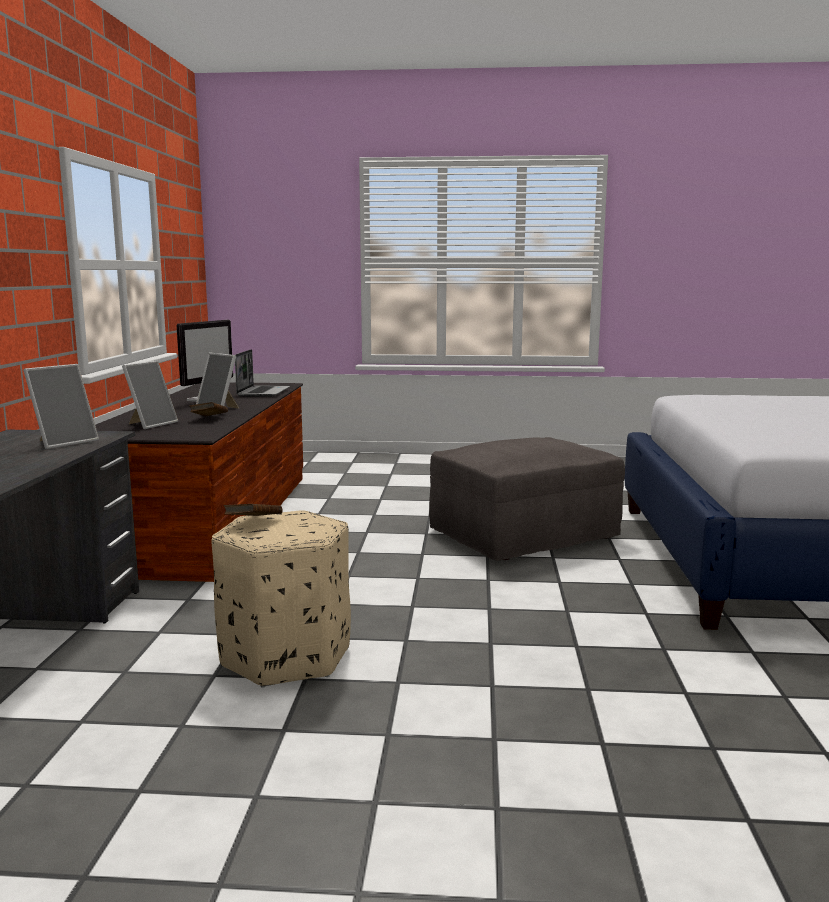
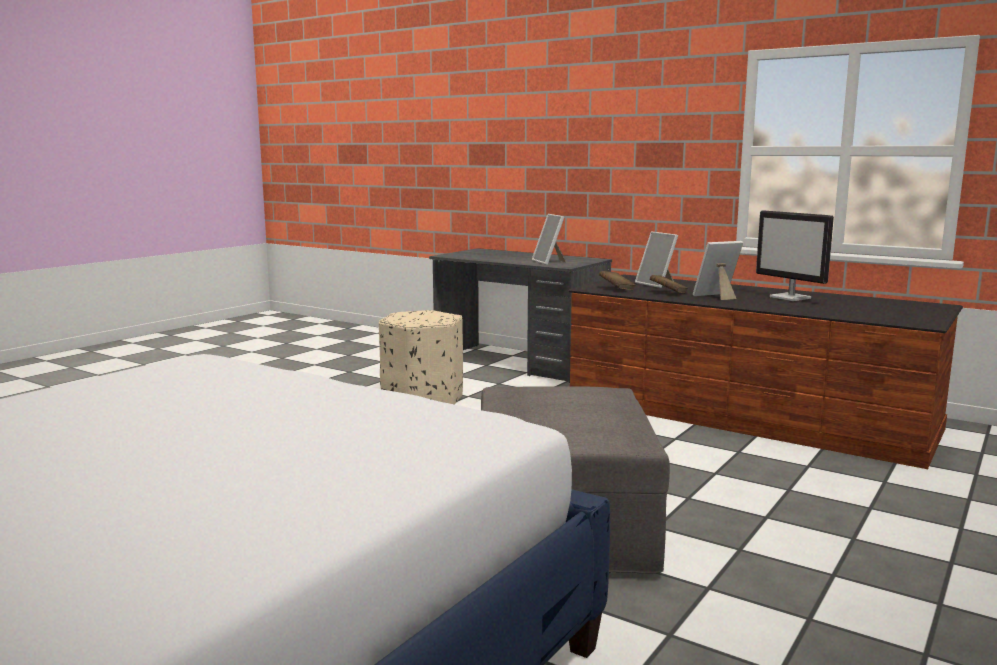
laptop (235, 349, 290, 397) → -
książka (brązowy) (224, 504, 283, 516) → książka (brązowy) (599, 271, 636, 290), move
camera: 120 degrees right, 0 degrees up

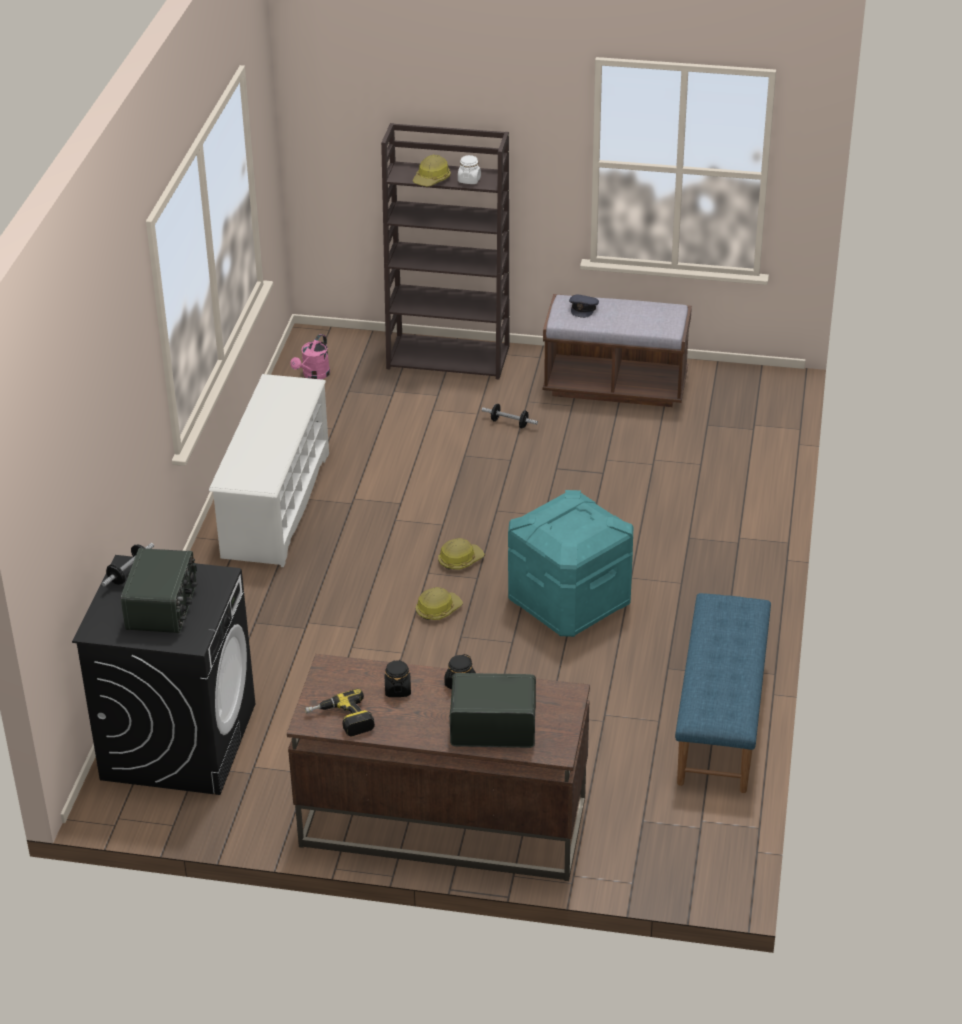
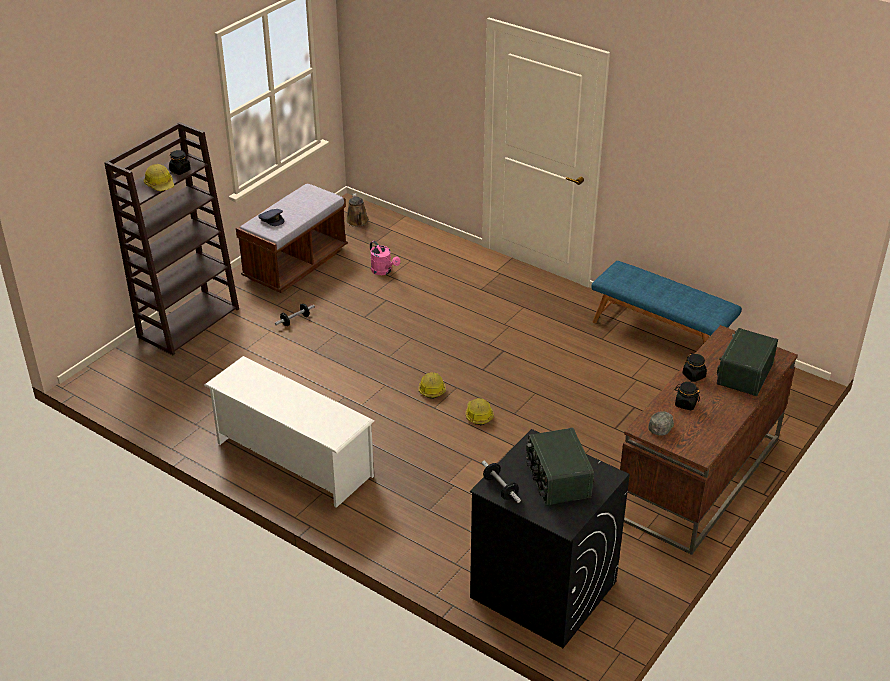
wiertarka (305, 689, 375, 737) → -
pojemnik do przechowywania (turkusowy) (508, 490, 633, 637) → -
- → konewka (brązowy) (346, 193, 369, 227)
- → czapka z daszkiem (szary) (648, 411, 674, 436)
konewka (różowy) (290, 334, 330, 379) → konewka (różowy) (370, 241, 401, 275), move
słoik (biały) (458, 155, 481, 184) → słoik (czarny) (169, 150, 191, 175)
radio (121, 548, 197, 633) → radio (526, 428, 594, 506), 135 degrees counterclockwise
camera: 65 degrees left, 0 degrees up

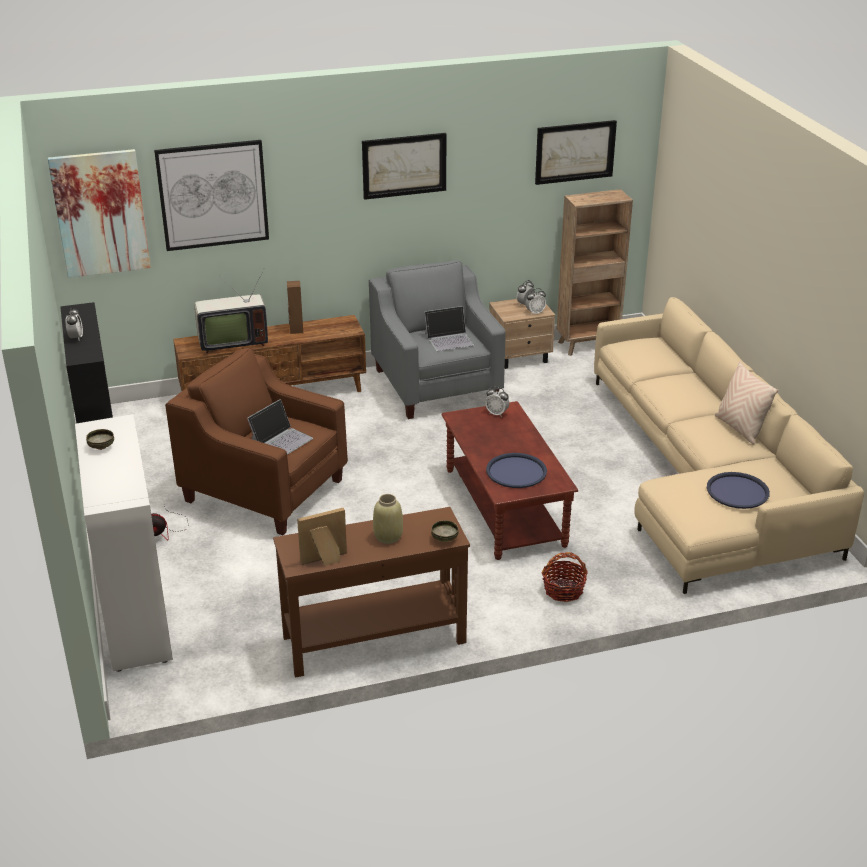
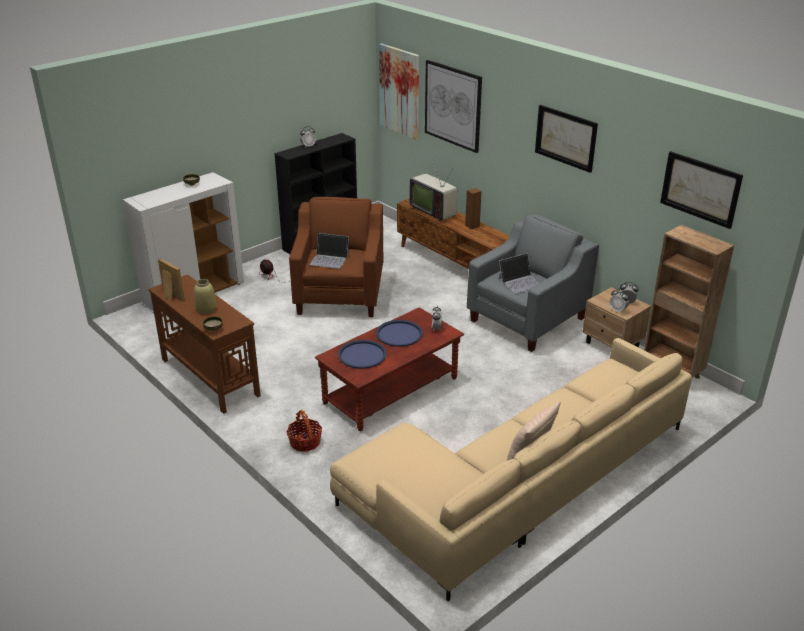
taca (niebieski) (707, 472, 770, 509) → taca (niebieski) (376, 320, 423, 347), move
laptop (424, 306, 474, 351) → laptop (498, 253, 540, 293), 75 degrees counterclockwise
camera: 65 degrees right, 0 degrees up

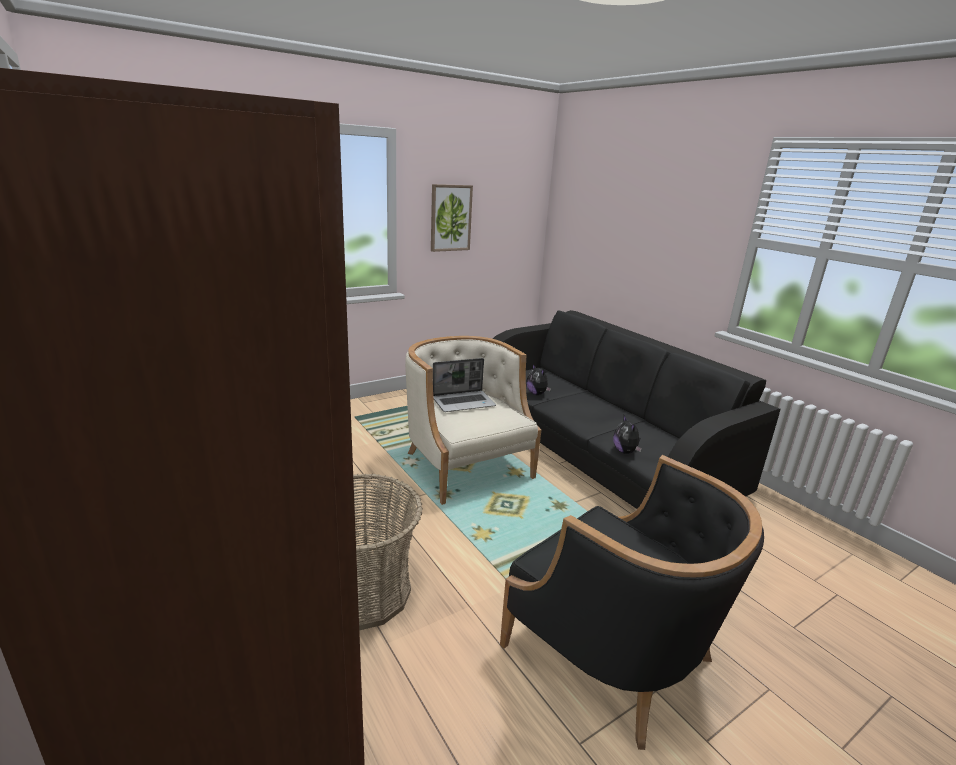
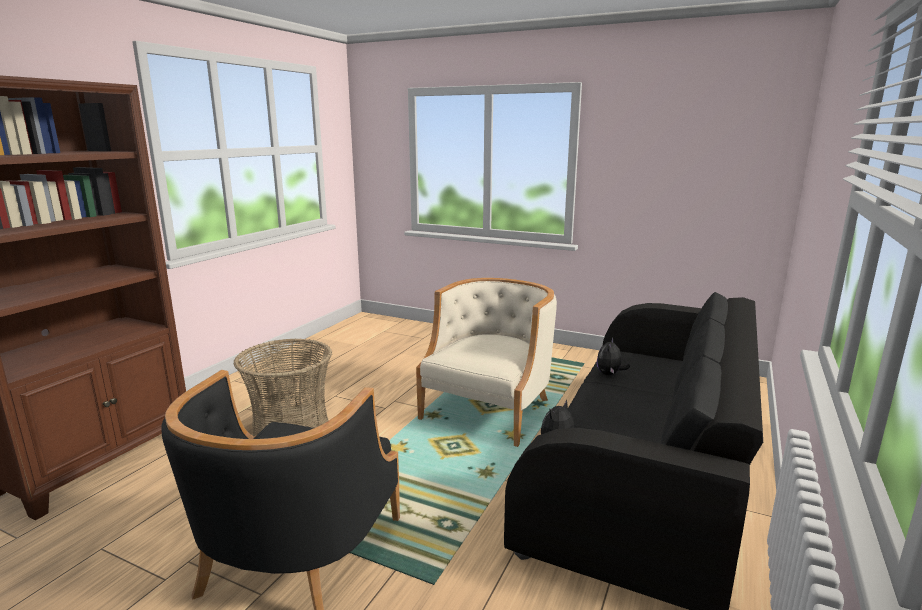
obraz (431, 184, 473, 252) → -
laptop (433, 358, 496, 412) → -
camera: 60 degrees right, 5 degrees down

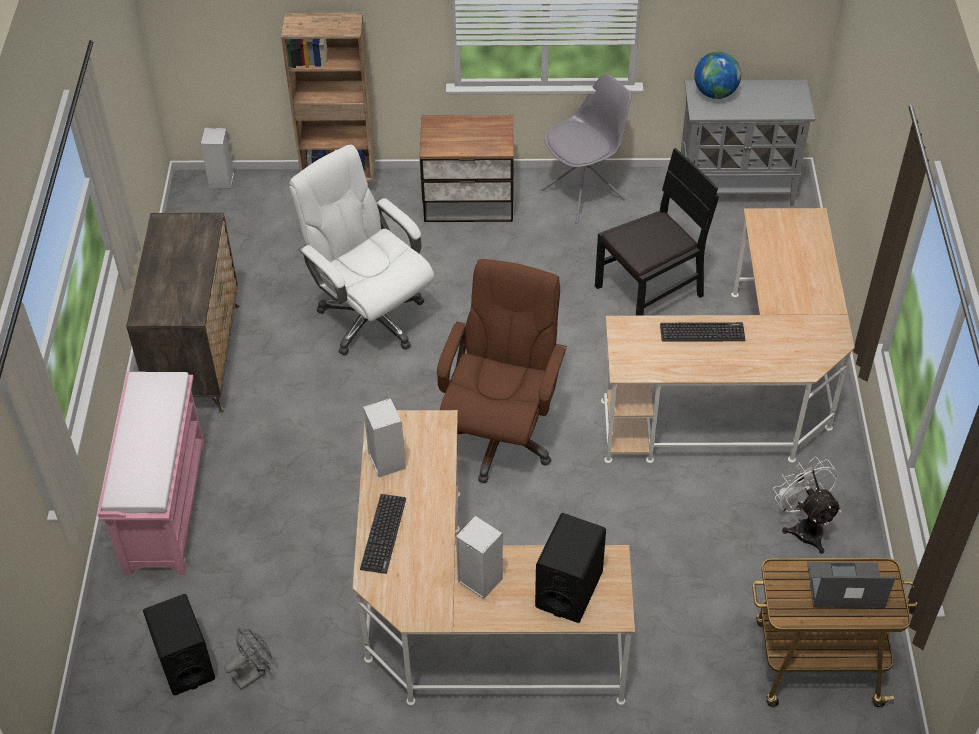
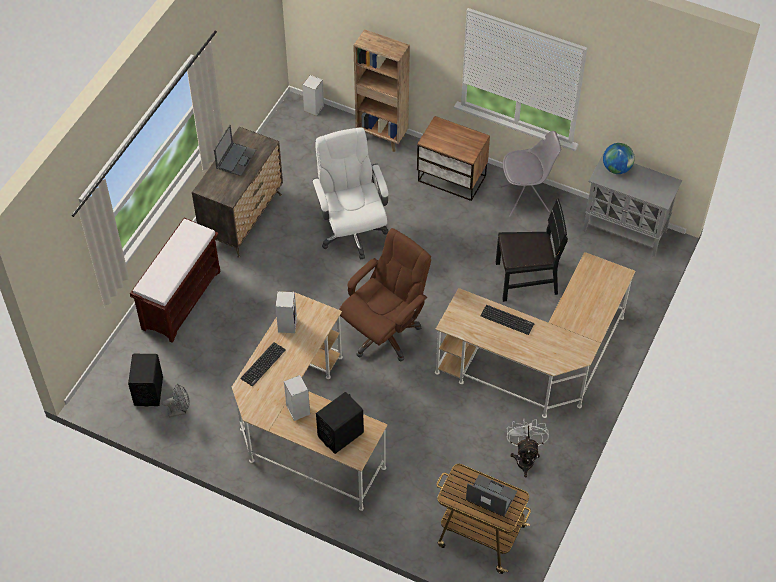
- → laptop (214, 124, 256, 176)
ławka (różowy) (98, 372, 205, 575) → ławka (brązowy) (130, 218, 221, 343)
camera: 25 degrees right, 5 degrees up

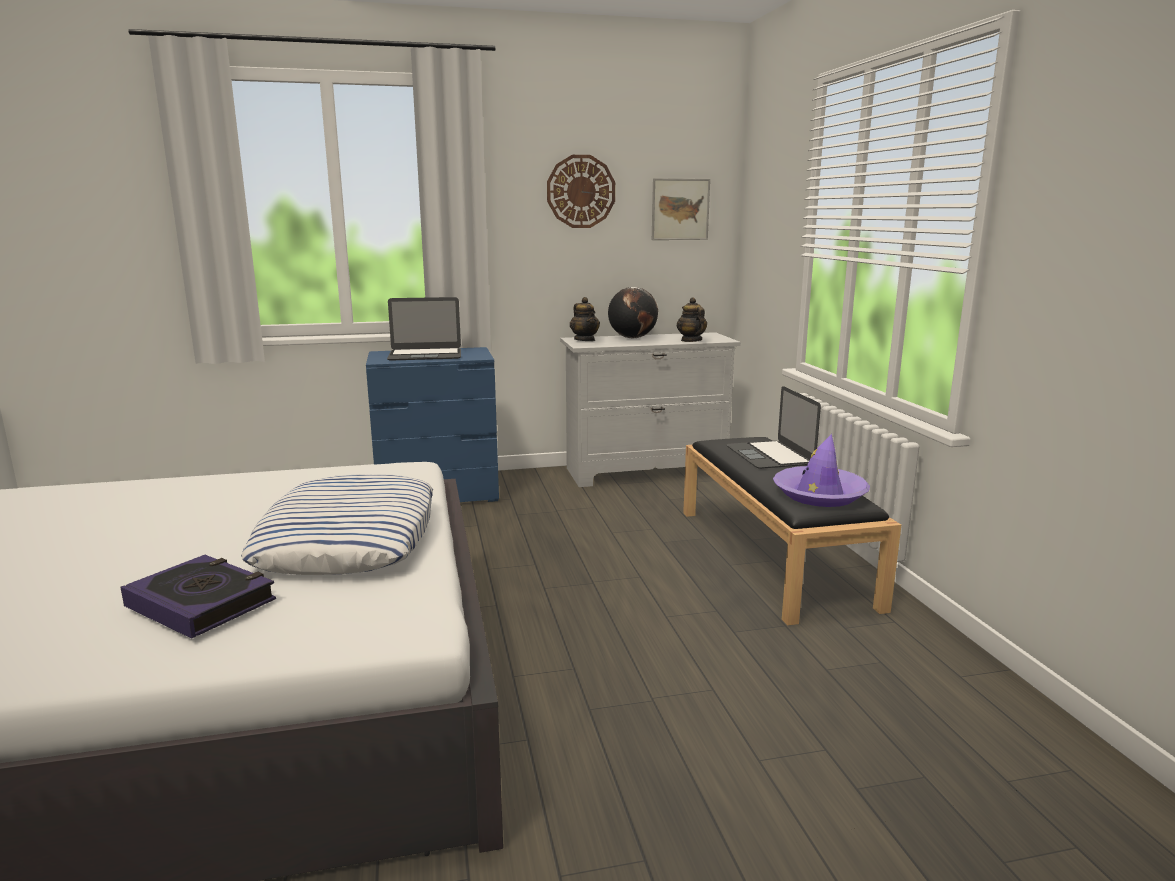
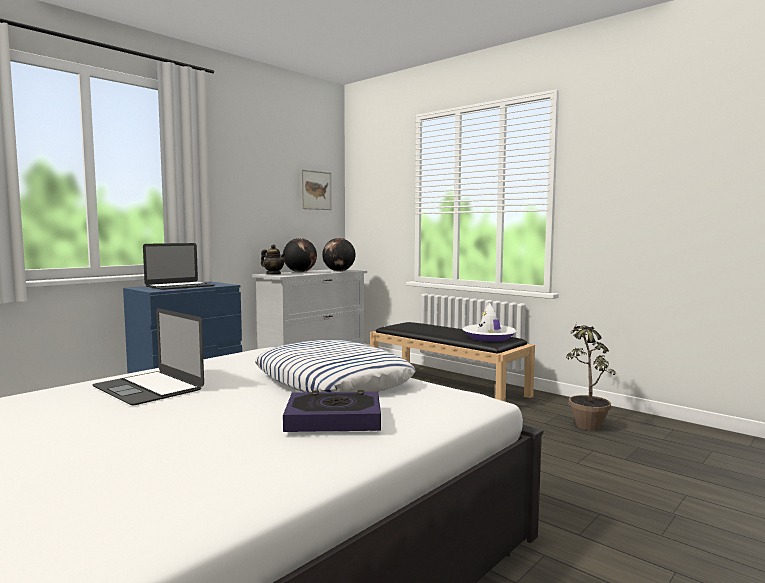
zegar ścienny (547, 155, 615, 228) → -
- → roślina doniczkowa (566, 323, 616, 431)
laptop (726, 386, 821, 469) → laptop (92, 308, 204, 405), move
imbryk (677, 297, 707, 342) → globus (322, 238, 356, 272)
kapelusz (fioletowy) (773, 434, 870, 507) → kapelusz (biały) (463, 302, 517, 341)
camera: 35 degrees left, 10 degrees down

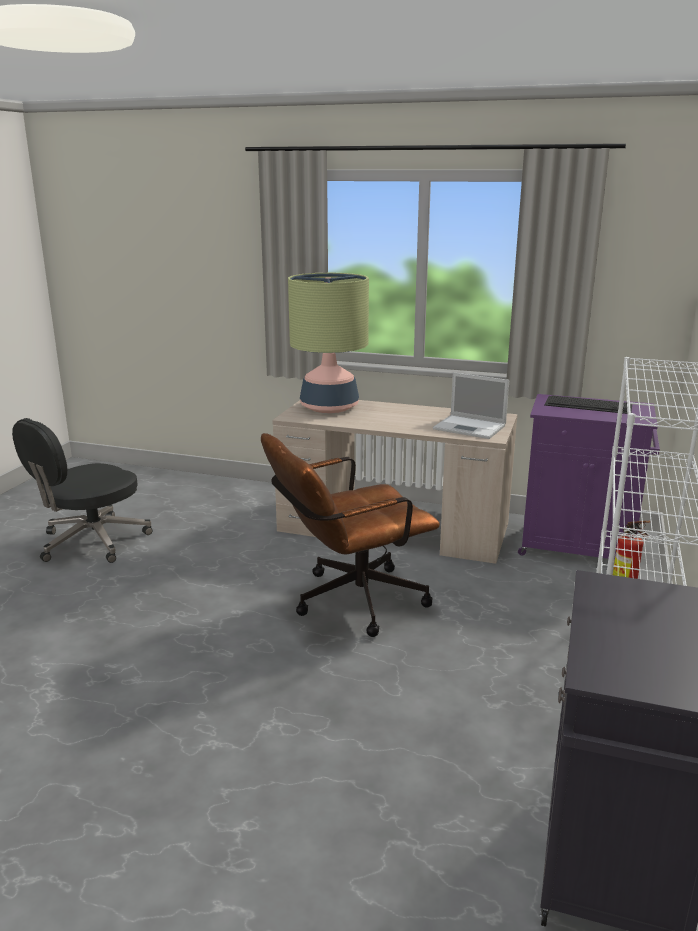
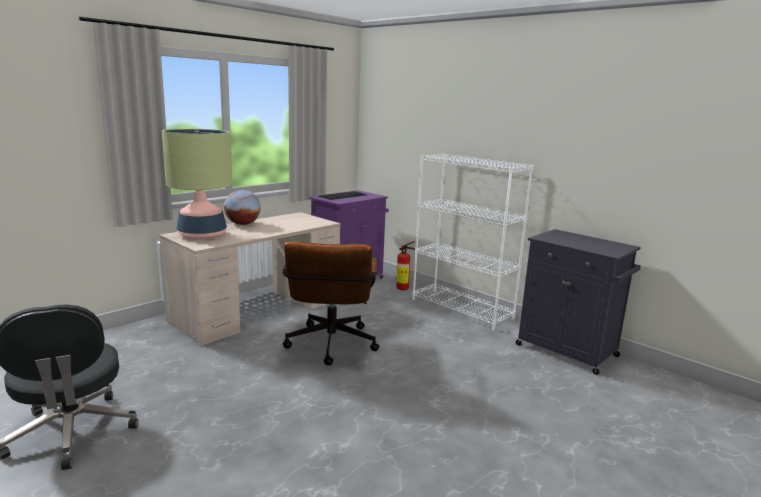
laptop (433, 372, 509, 439) → -
- → globus (224, 190, 261, 225)
camera: 65 degrees left, 5 degrees down

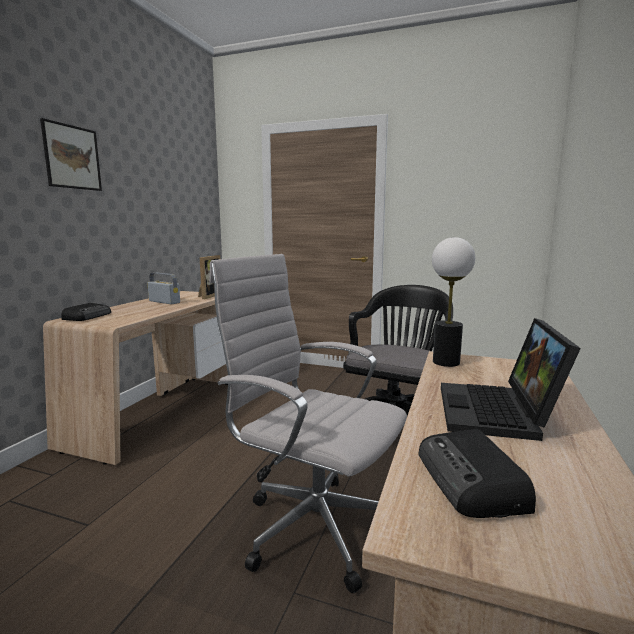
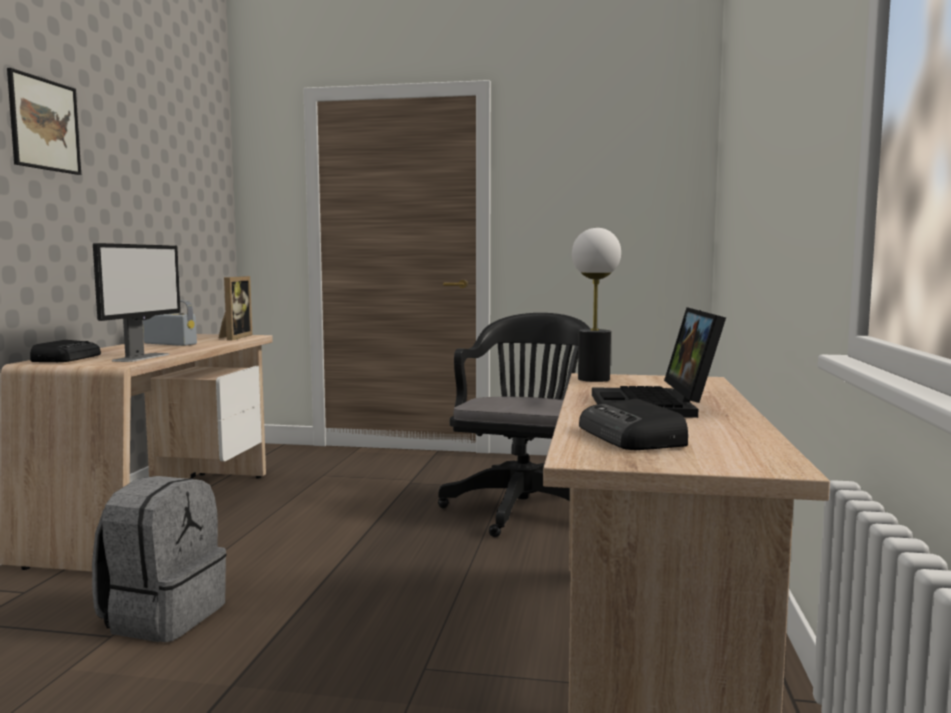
krzesło biurowe (biały) (209, 254, 407, 593) → -
- → plecak (szary) (92, 476, 227, 642)
- → monitor (93, 243, 181, 362)
camera: 10 degrees left, 5 degrees down

